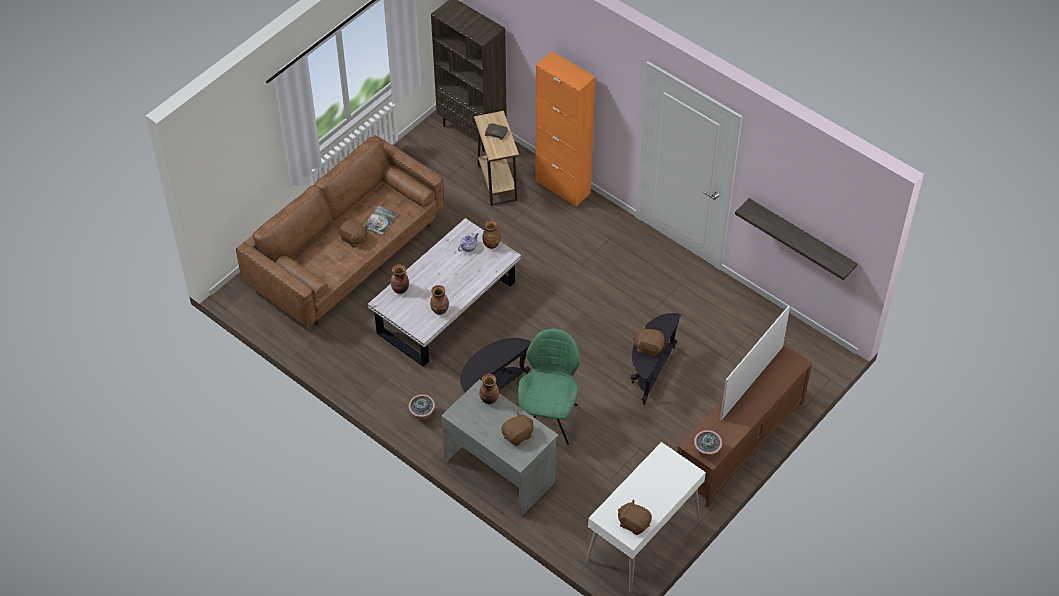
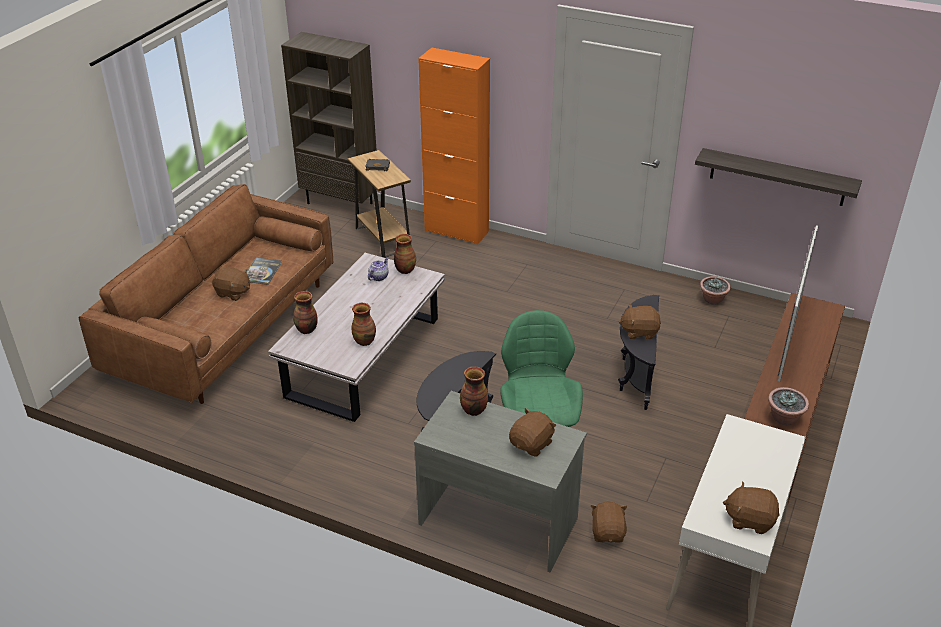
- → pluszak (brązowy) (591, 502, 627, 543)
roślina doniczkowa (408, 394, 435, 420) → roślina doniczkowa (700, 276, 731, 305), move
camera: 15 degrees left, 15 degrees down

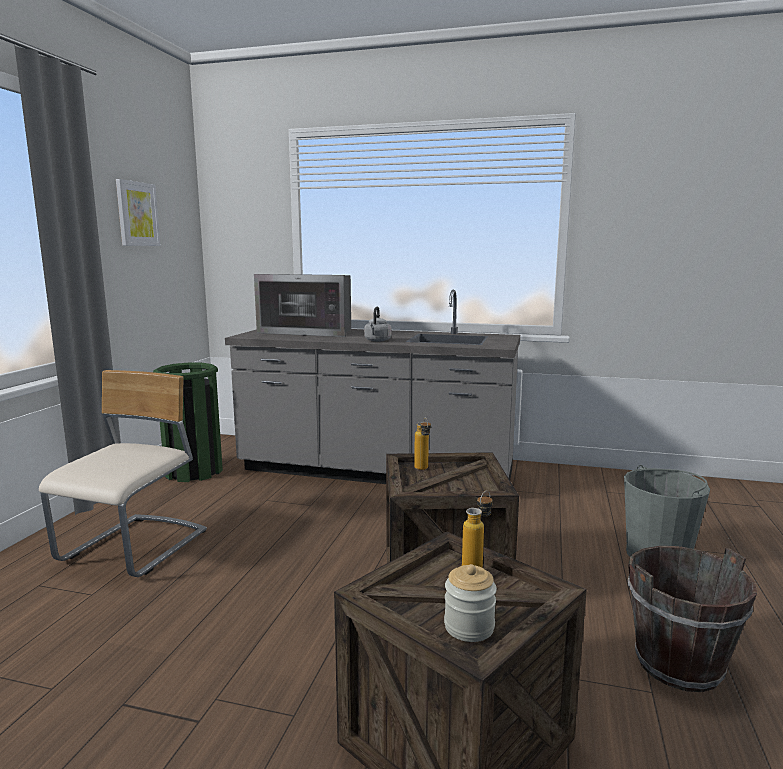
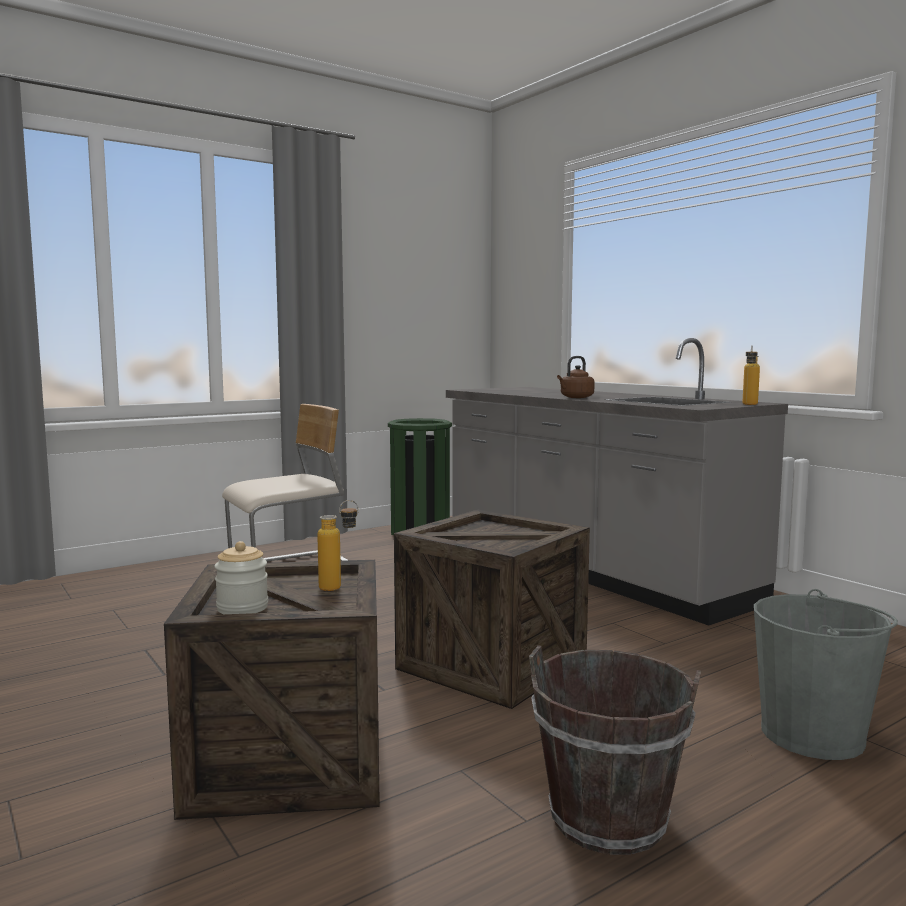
obraz (116, 179, 160, 246) → -
mikrofalówka (254, 274, 351, 337) → -
butelka (414, 417, 431, 470) → butelka (742, 345, 760, 405), move
czajnik (szary) (364, 307, 391, 342) → czajnik (brązowy) (557, 356, 595, 398)
camera: 40 degrees right, 5 degrees down

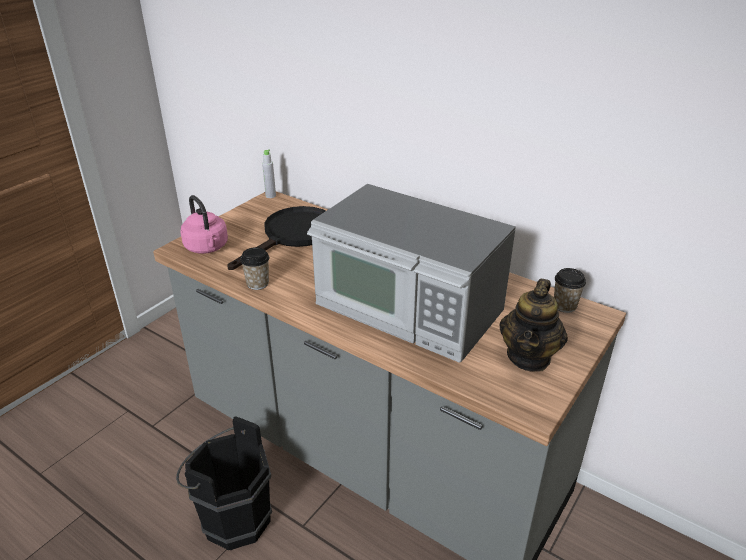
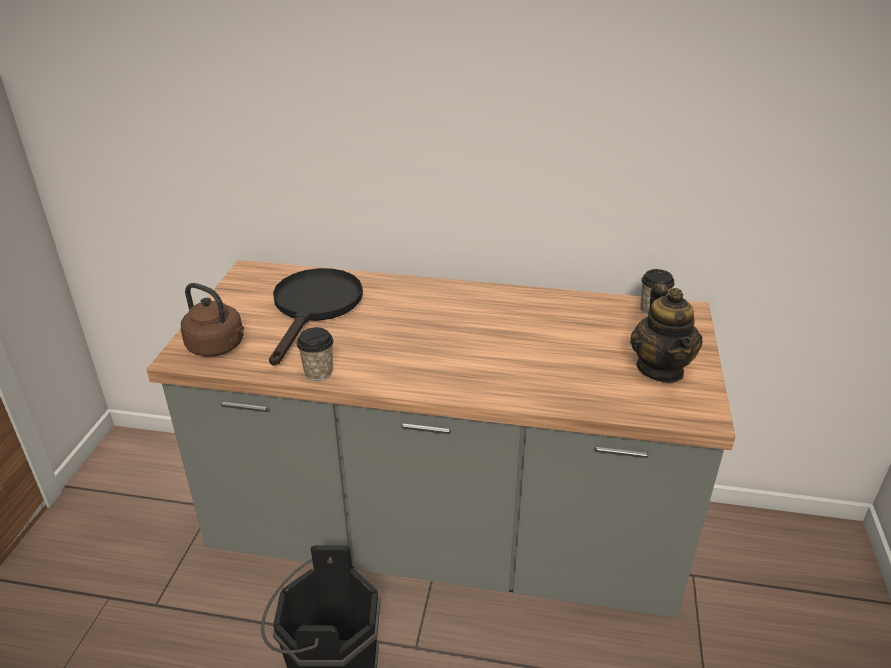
butelka (szary) (262, 149, 276, 198) → -
mikrofalówka (307, 184, 516, 363) → -
czajnik (różowy) (180, 195, 228, 254) → czajnik (brązowy) (181, 283, 244, 357)
camera: 25 degrees left, 0 degrees up

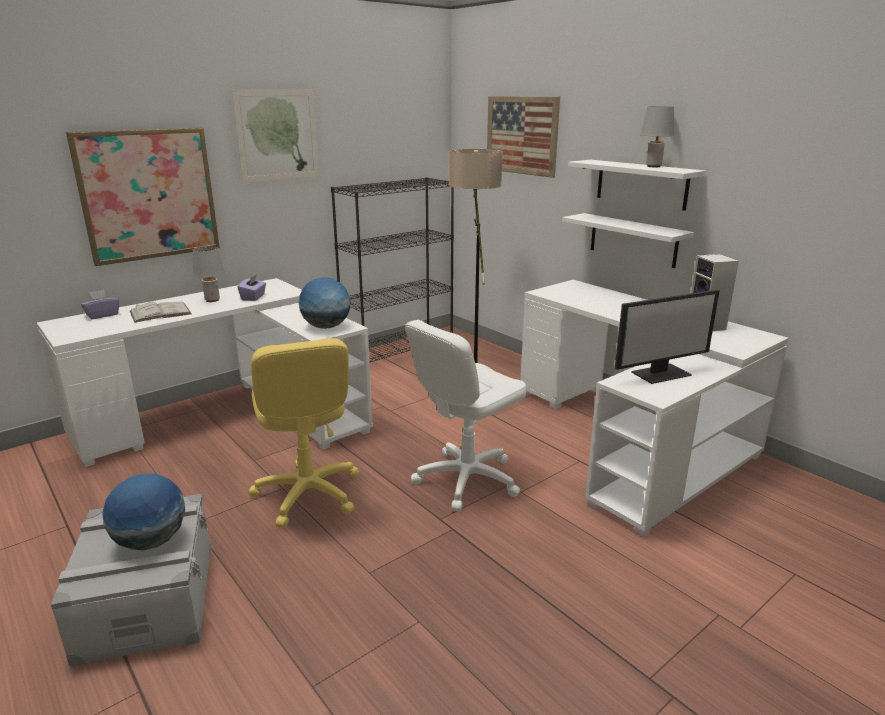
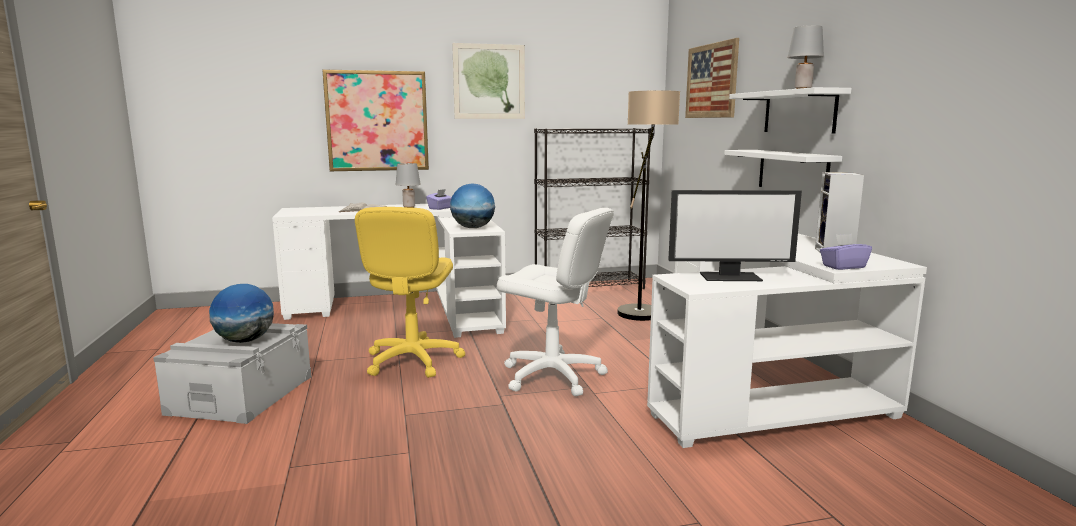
pudełko chusteczek (fioletowy) (81, 290, 119, 319) → pudełko chusteczek (fioletowy) (820, 234, 872, 270), move
krzesło biurowe (biały) (405, 320, 527, 511) → krzesło biurowe (biały) (497, 208, 614, 396), 135 degrees counterclockwise
camera: 25 degrees right, 10 degrees down

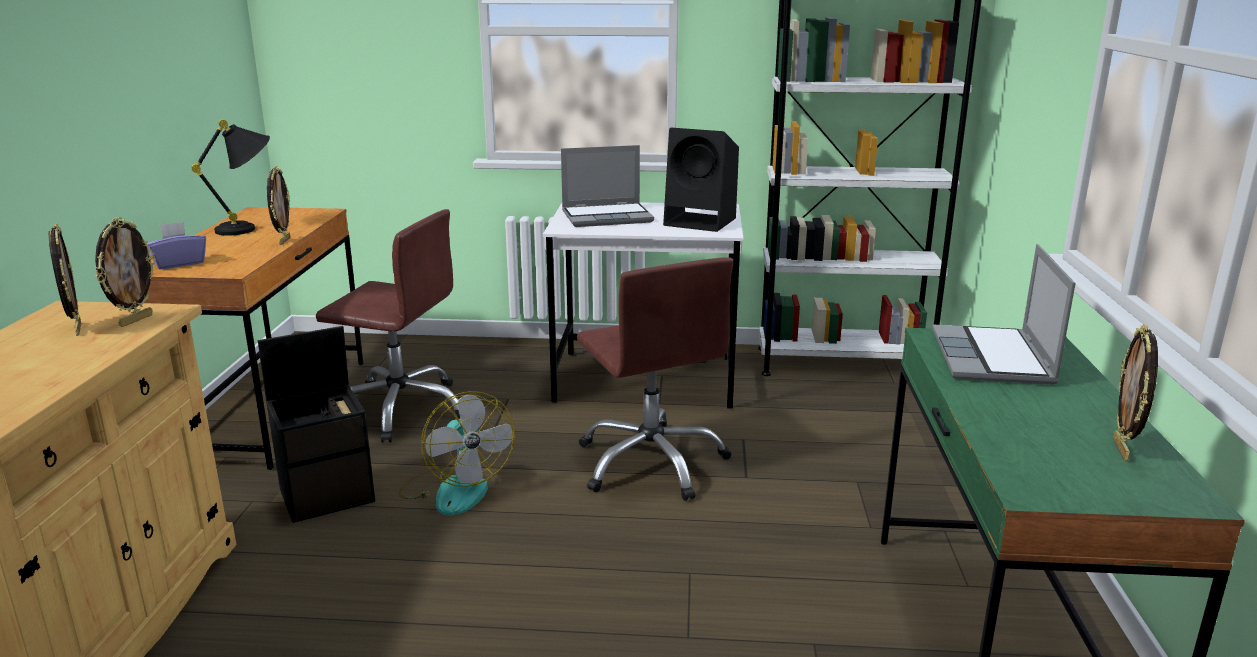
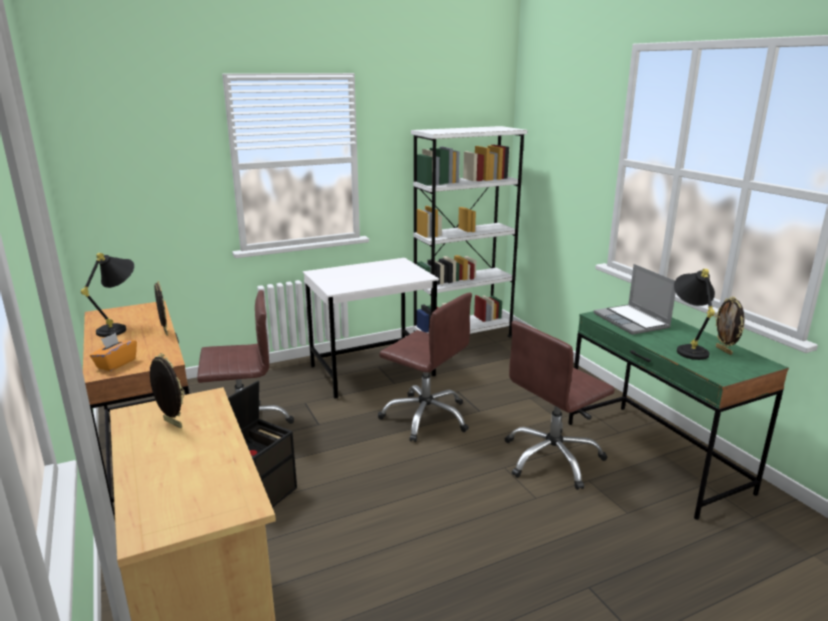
ramka na zdjęcie (95, 217, 156, 327) → -
wentylator (398, 391, 515, 516) → -
laptop (561, 145, 654, 227) → -
głośnik (czarny) (663, 128, 739, 232) → -
- → krzesło biurowe (brązowy) (505, 321, 615, 490)
- → lampa stołowa (czarny) (674, 269, 715, 360)
pudełko chusteczek (fioletowy) (147, 221, 206, 270) → pudełko chusteczek (pomarańczowy) (90, 333, 137, 371)
camera: 30 degrees left, 0 degrees up

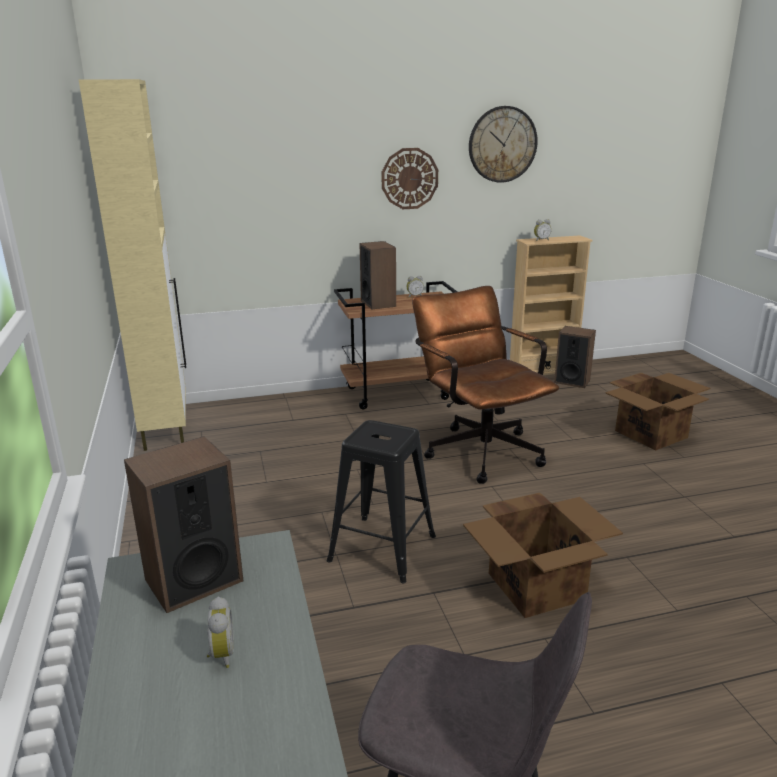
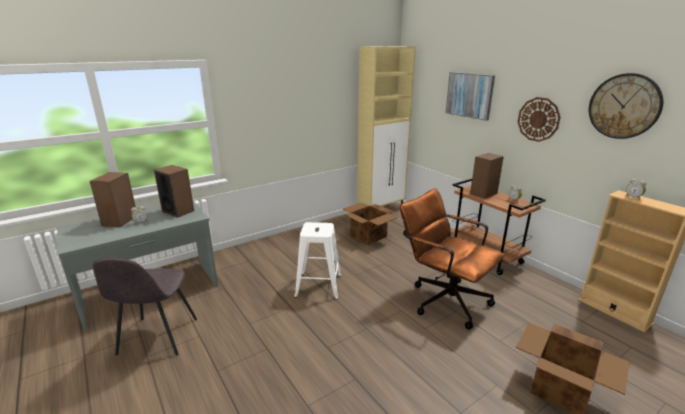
- → obraz (446, 72, 495, 121)
karton (463, 493, 623, 618) → karton (343, 202, 397, 245), move
głośnik (554, 326, 596, 388) → głośnik (90, 172, 136, 227), move
stołek (czarny) (327, 420, 436, 583) → stołek (biały) (294, 222, 341, 300)
krzesło biurowe (brązowy) (412, 286, 559, 484) → krzesło biurowe (brązowy) (400, 188, 505, 330), 90 degrees counterclockwise
camera: 70 degrees right, 0 degrees up

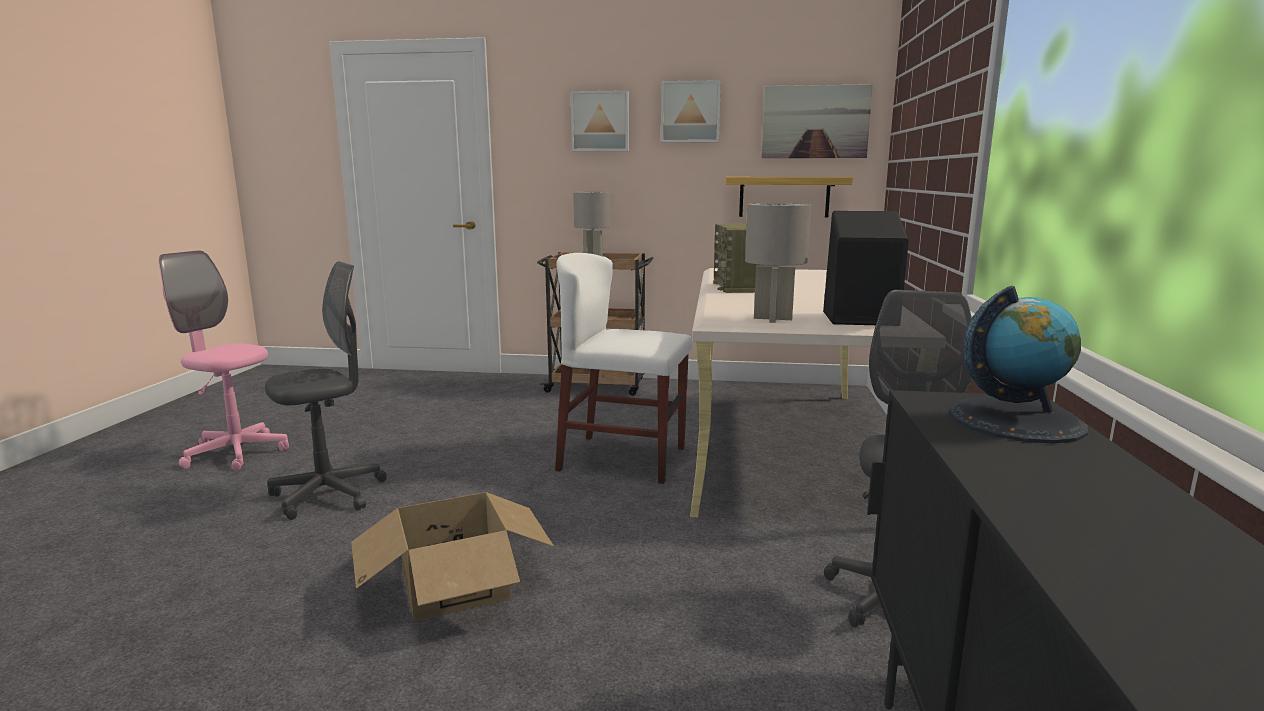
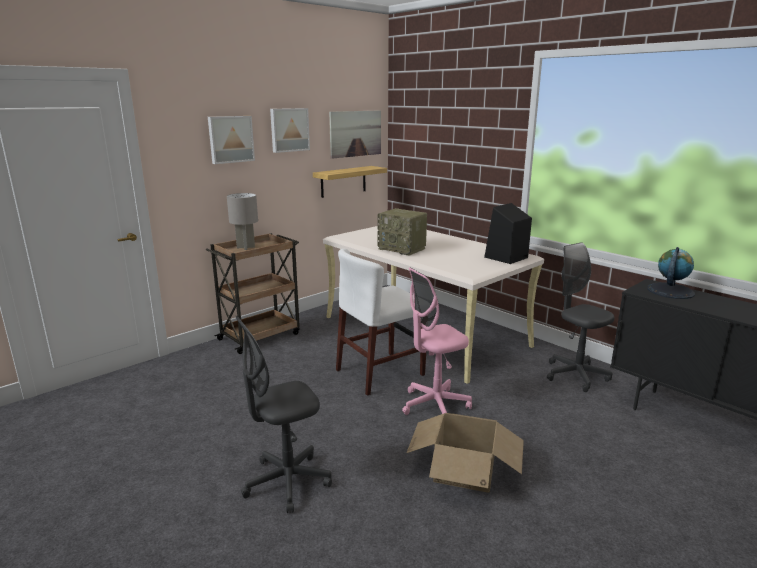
lampa stołowa (szary) (745, 203, 811, 323) → -
krzesło biurowe (różowy) (158, 251, 289, 471) → krzesło biurowe (różowy) (402, 267, 472, 415), move
krzesło biurowe (szary) (265, 261, 387, 520) → krzesło biurowe (szary) (236, 316, 332, 513), 120 degrees counterclockwise
camera: 50 degrees left, 5 degrees up

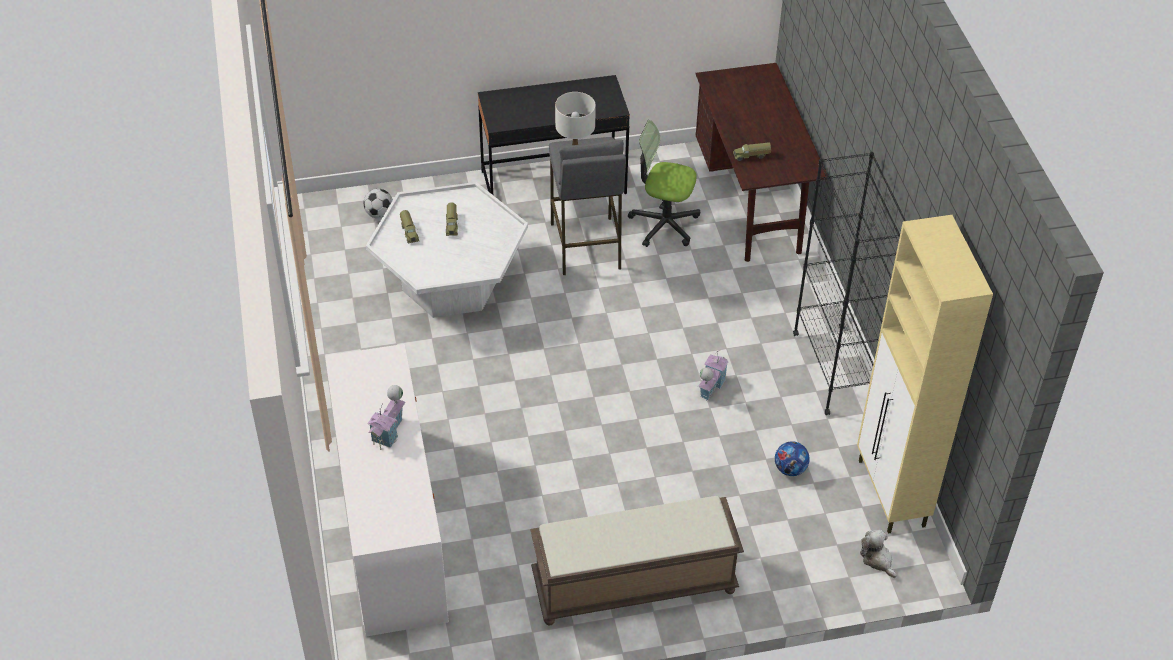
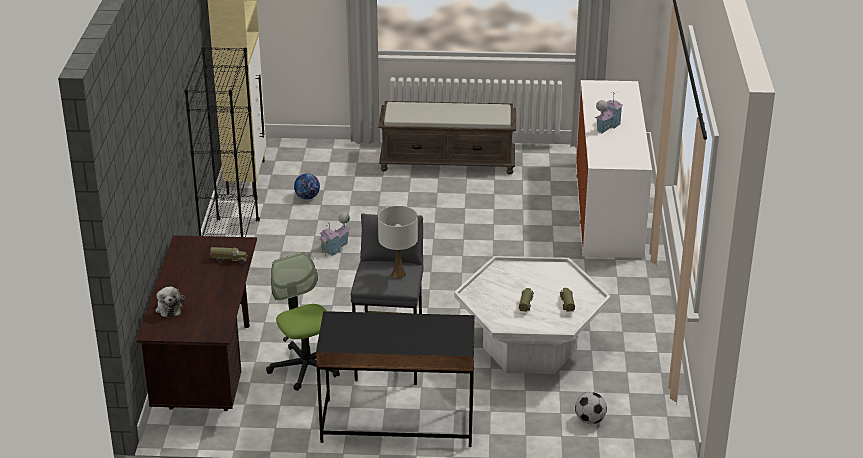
pluszak (860, 530, 897, 578) → pluszak (155, 286, 185, 318), move
krzesło biurowe (628, 120, 700, 247) → krzesło biurowe (266, 252, 340, 391), 150 degrees counterclockwise
camera: 165 degrees left, 15 degrees down

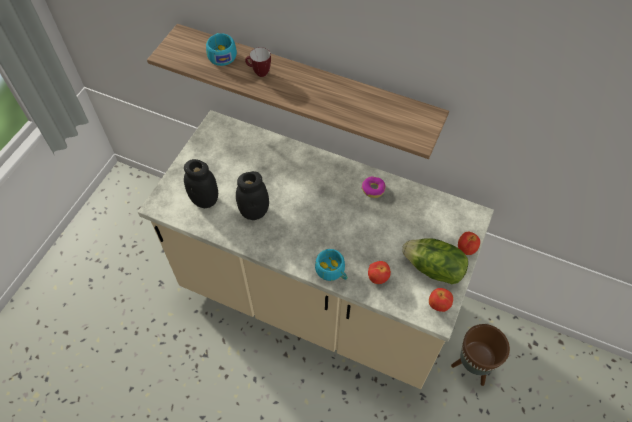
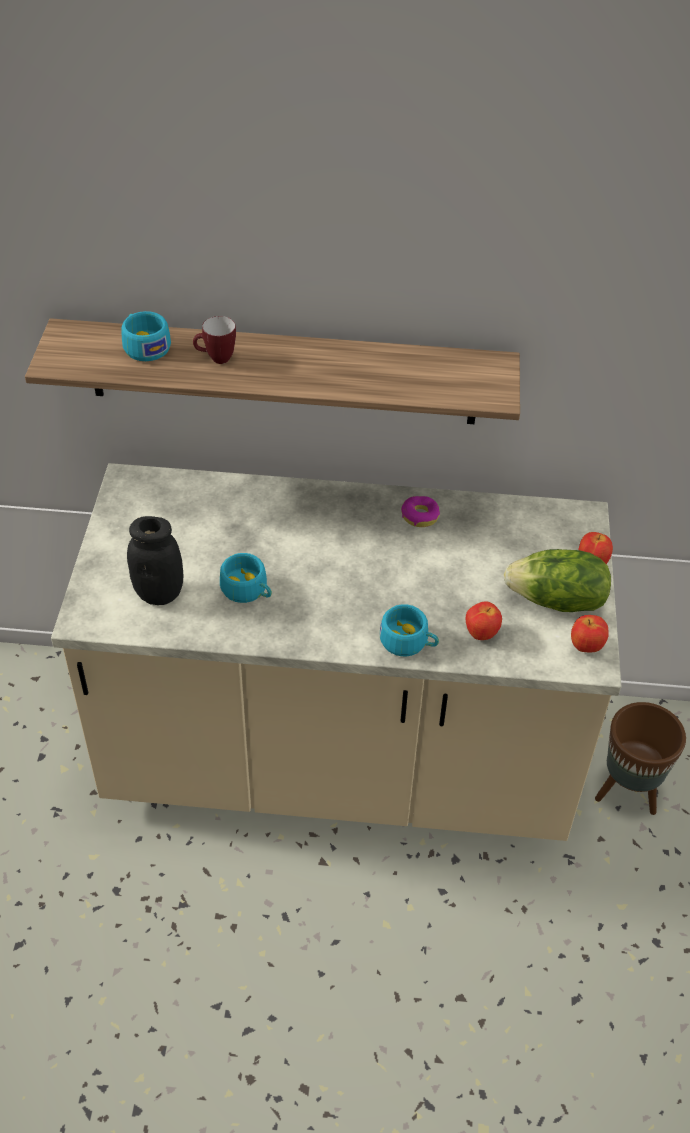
słoik (czarny) (236, 171, 269, 220) → filiżanka (turkusowy) (220, 553, 272, 603)
camera: 20 degrees left, 10 degrees down

